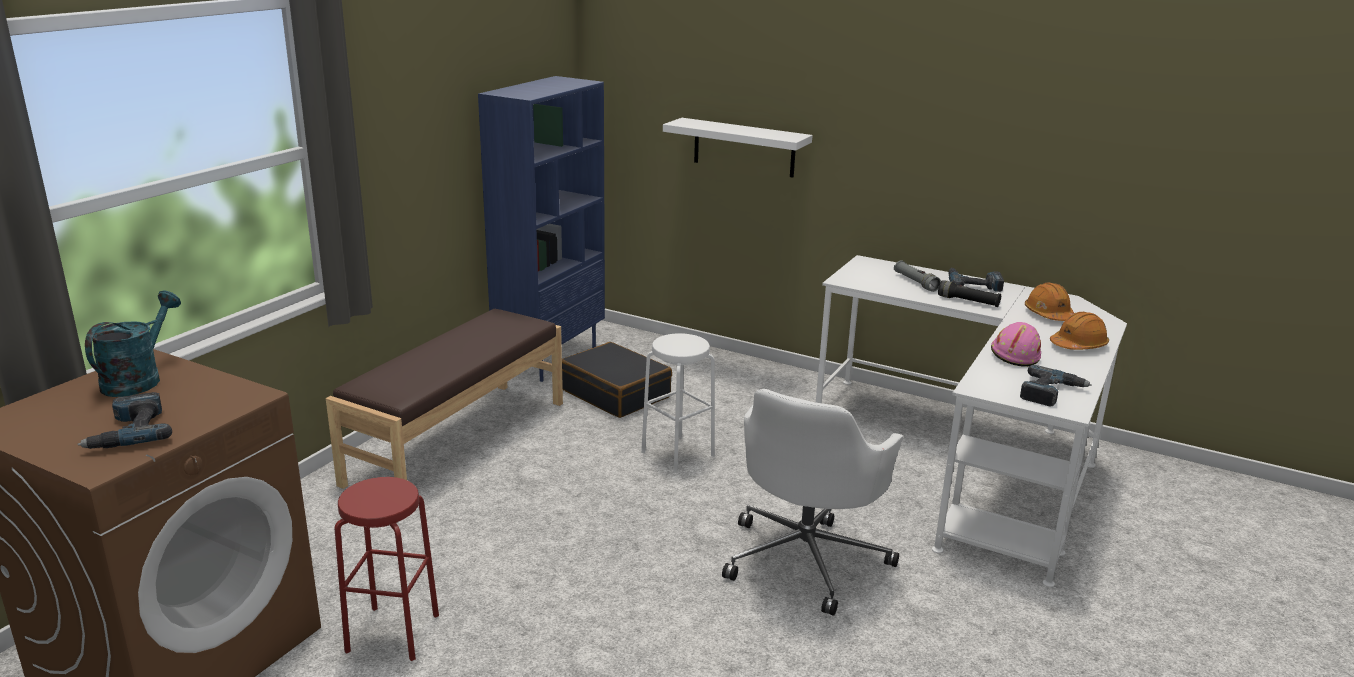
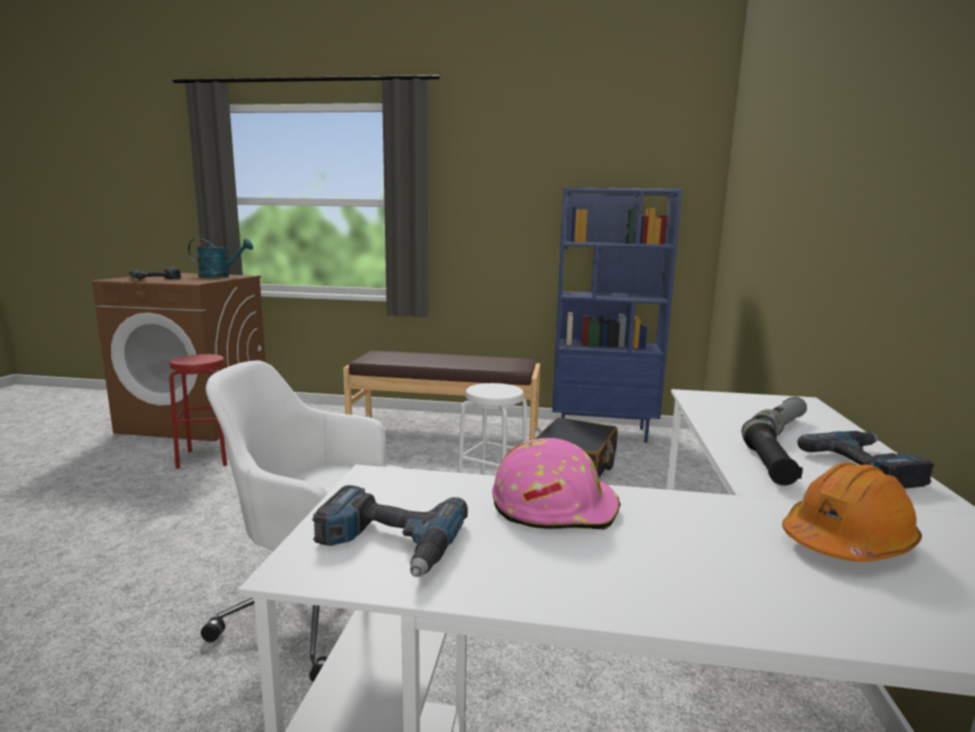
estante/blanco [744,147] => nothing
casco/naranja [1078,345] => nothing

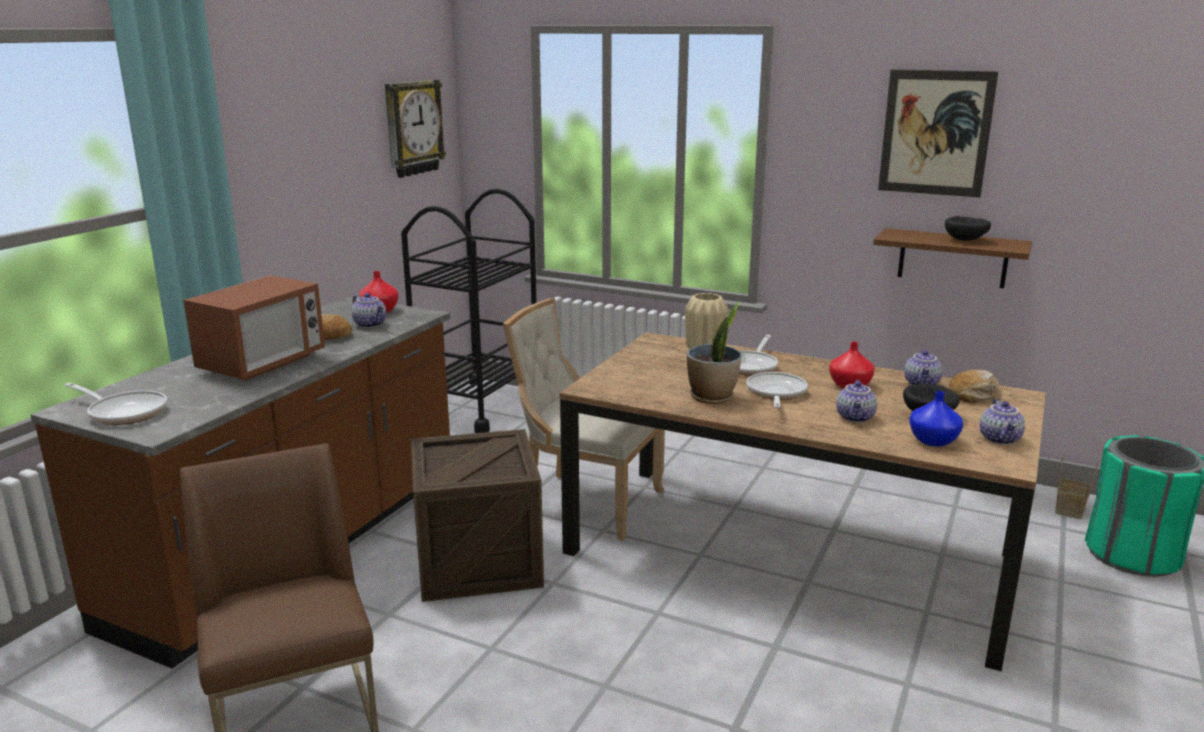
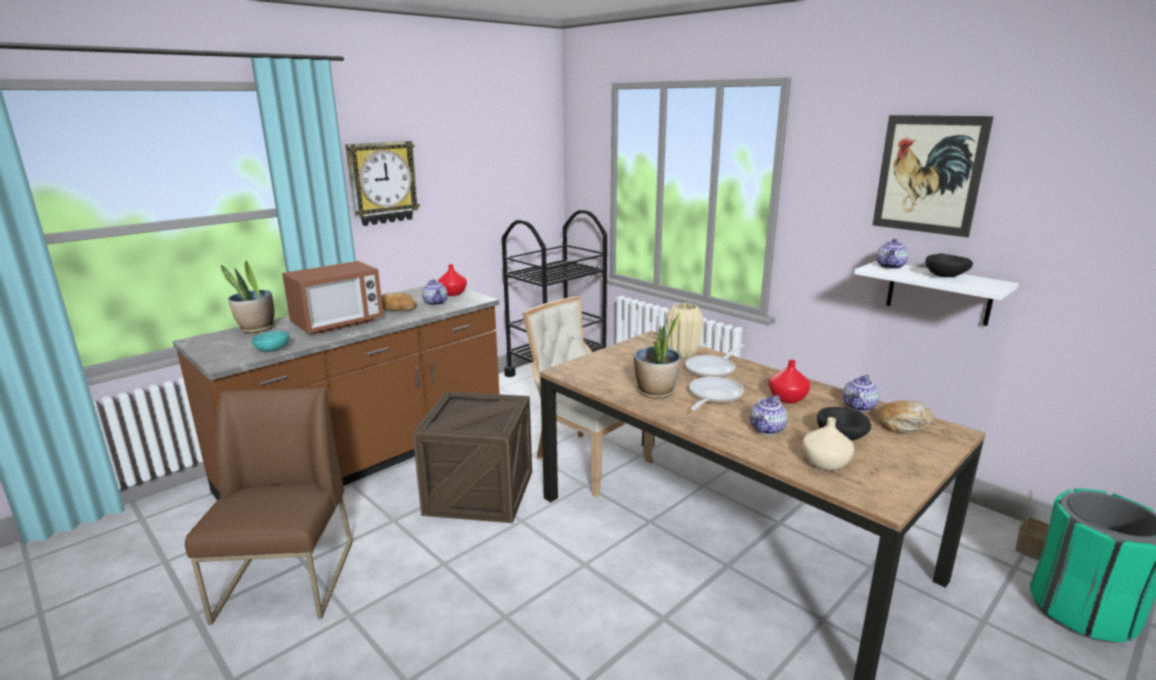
sartén [124,412] => nothing
nothing => planta en maceta [256,329]
nothing => cuenco/turquesa [271,349]
reloj de pared [412,128] => reloj de pared [382,183], shifted
tetera [1001,439] => tetera [891,267], shifted
estante/marrón [952,258] => estante/blanco [938,293]
florero/azul [934,441] => florero/beis [826,464]

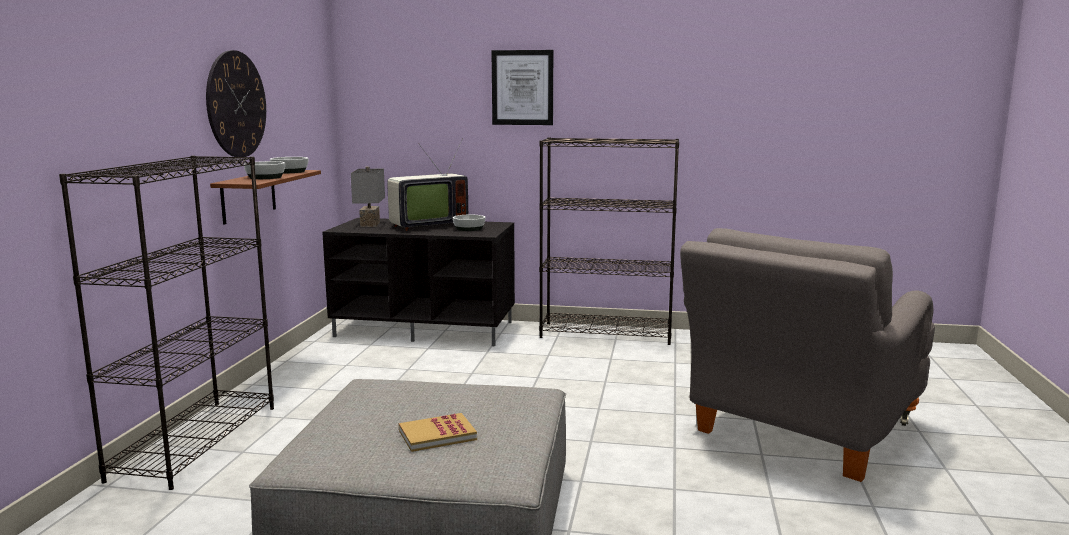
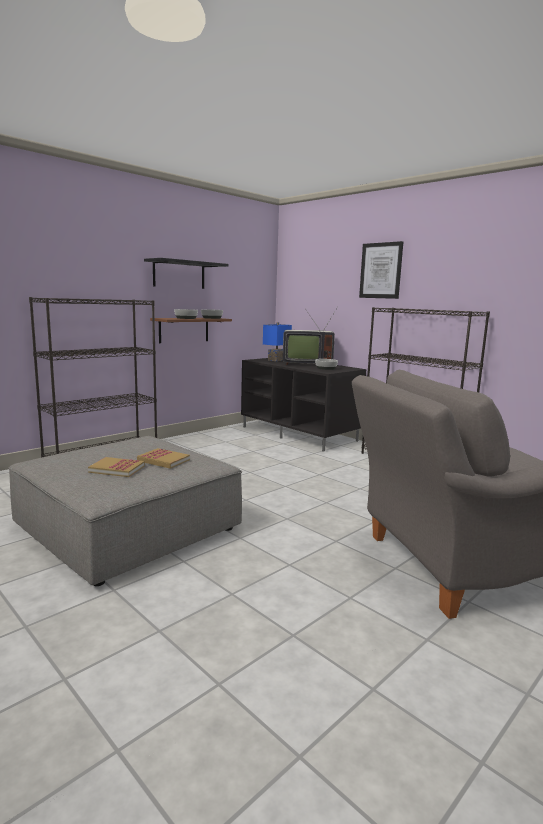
nothing => libro [163,460]
reloj de pared [236,104] => estante/negro [179,274]
lámpara de mesa/gris [368,224] => lámpara de mesa/azul [275,360]

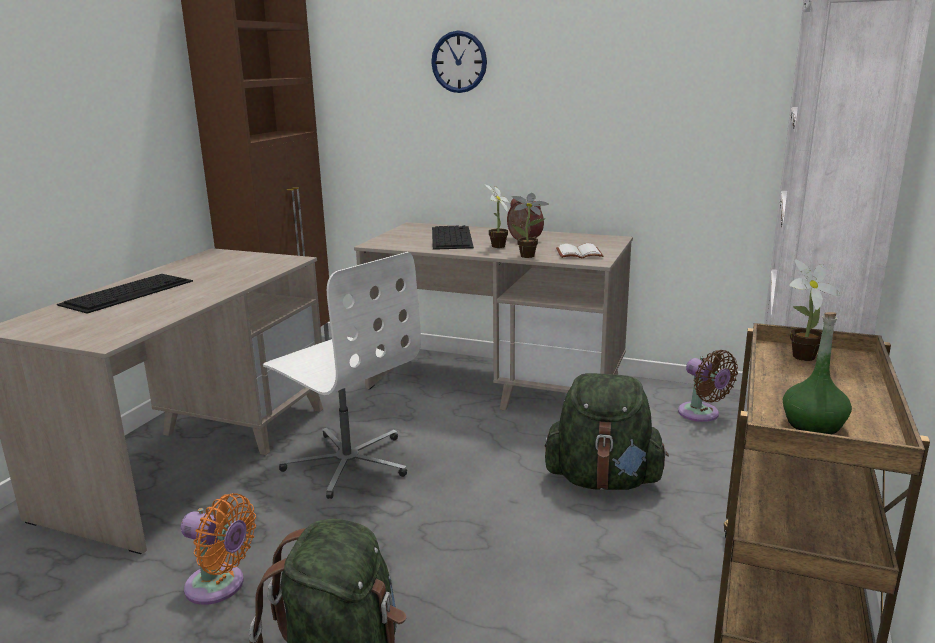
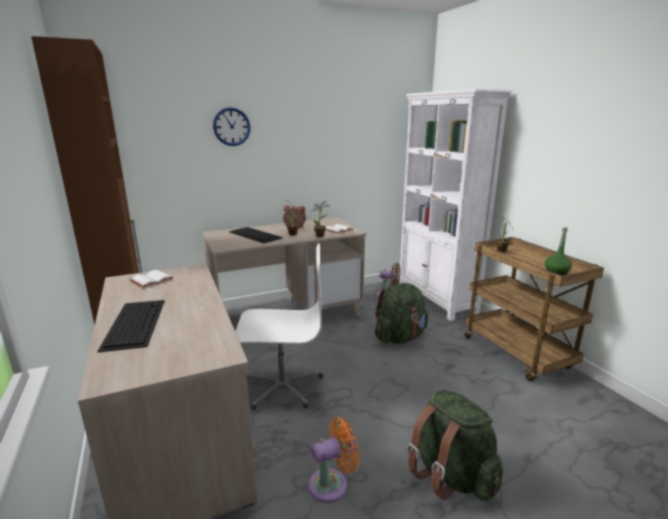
nothing => libro/blanco [151,279]

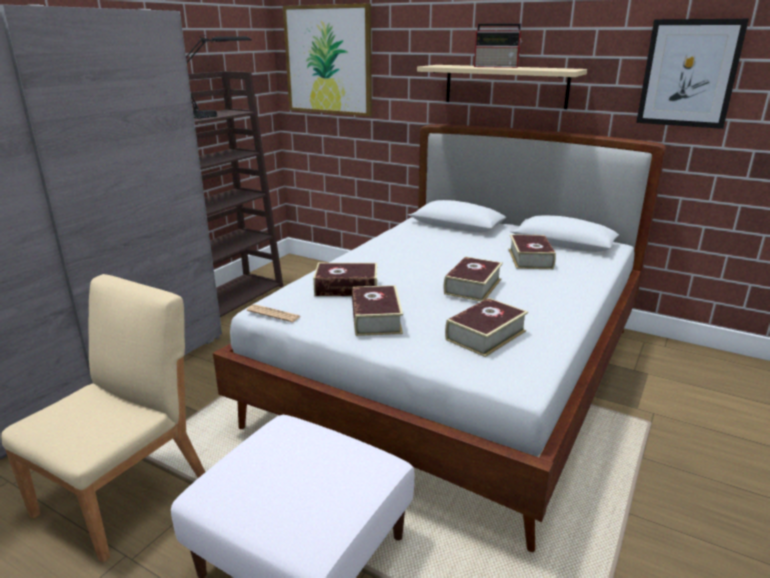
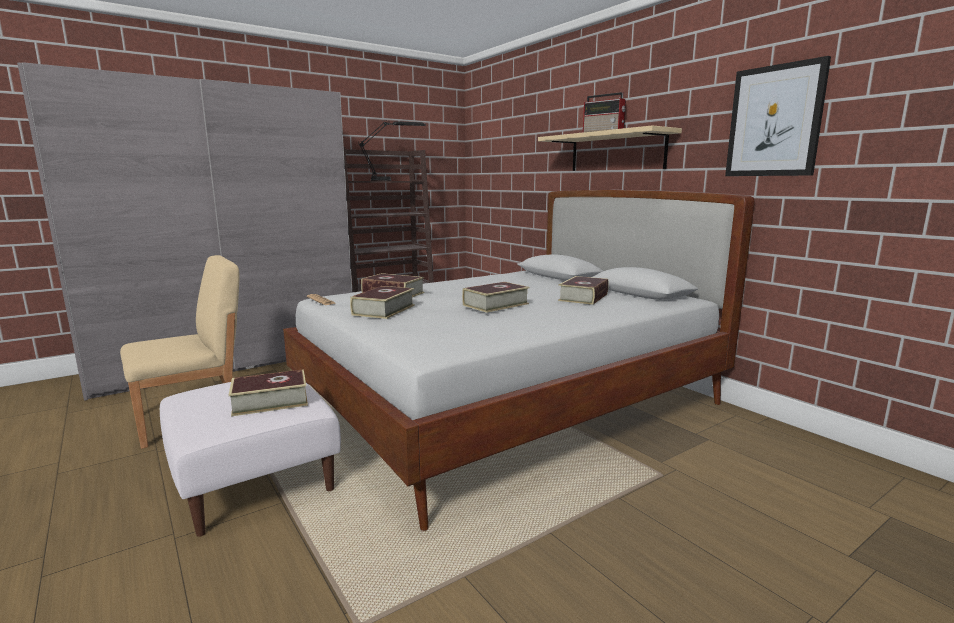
cuadro [328,60] => nothing
libro [485,335] => libro [270,401], shifted

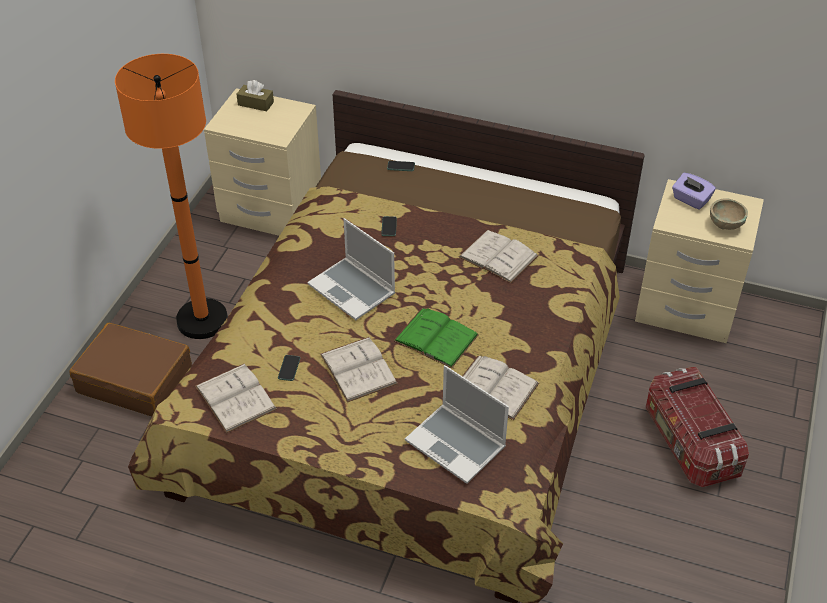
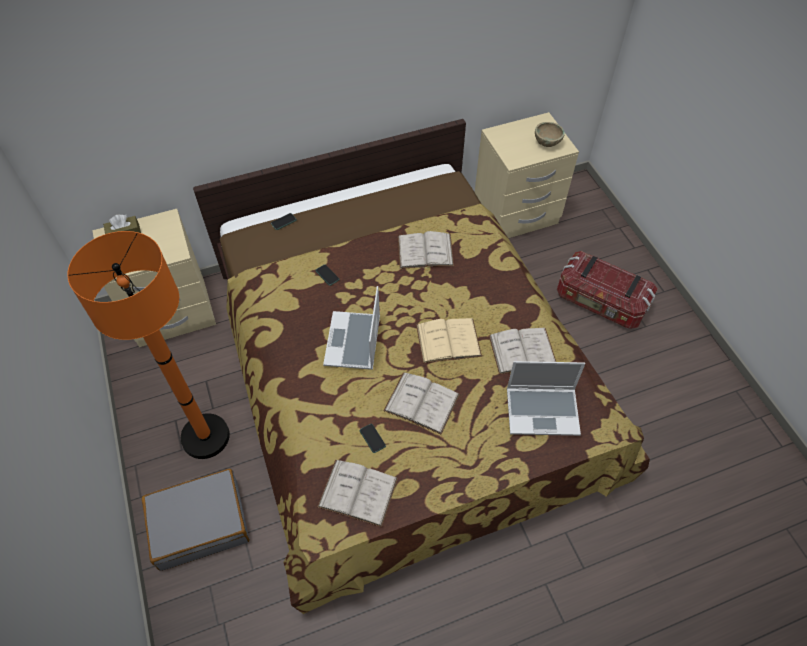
caja de pañuelos/morado [690,200] => nothing
maleta/marrón [135,380] => maleta/gris [200,523]
libro/verde [436,338] => libro/beis [448,340]
portátil [353,290] => portátil [353,342], 90 degrees clockwise

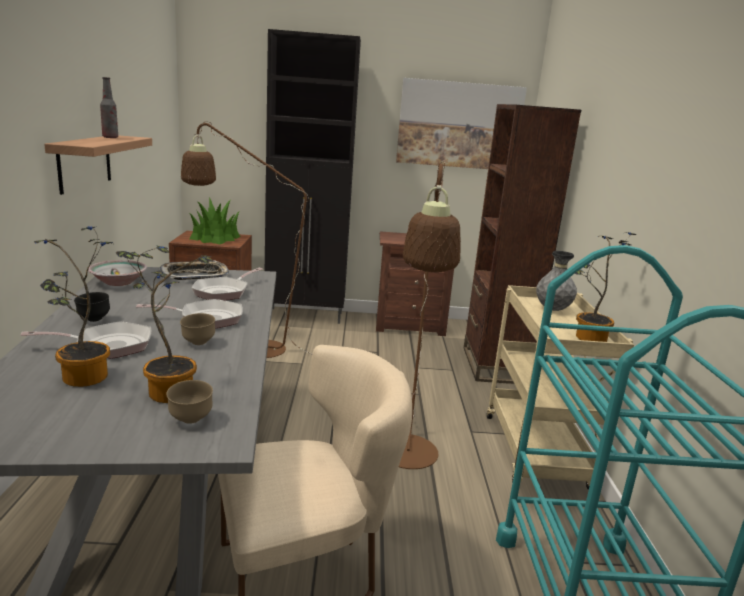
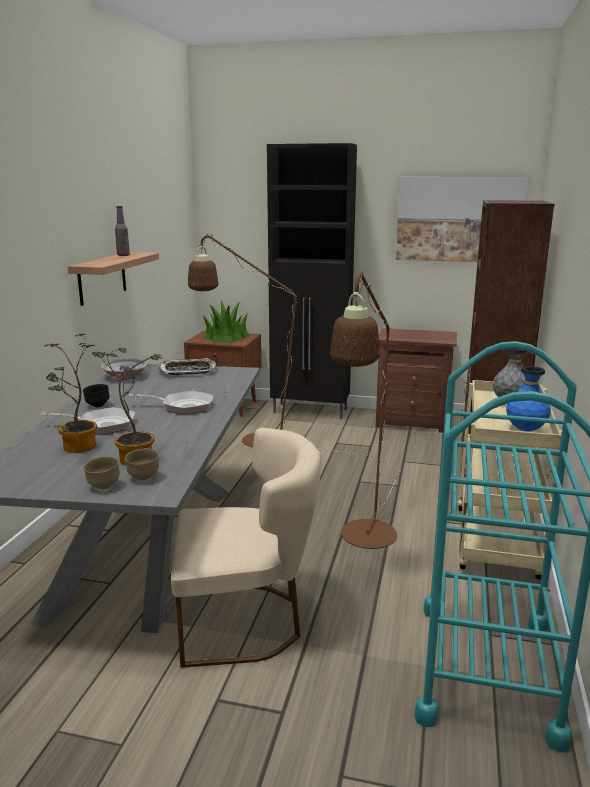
sartén [224,292] => nothing
cuenco/marrón [198,343] => cuenco/marrón [103,487], shifted
planta en maceta [586,338] => florero/azul [525,430]

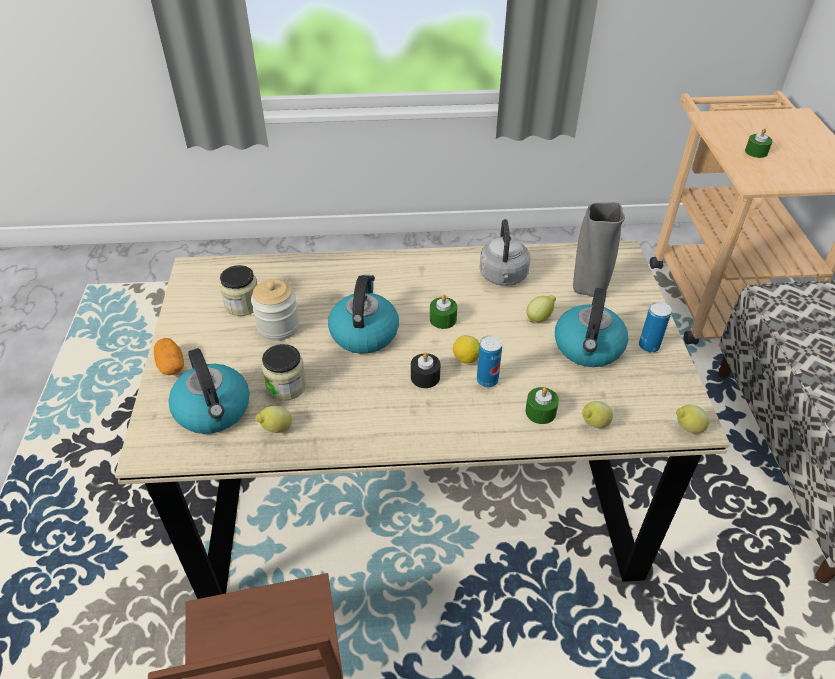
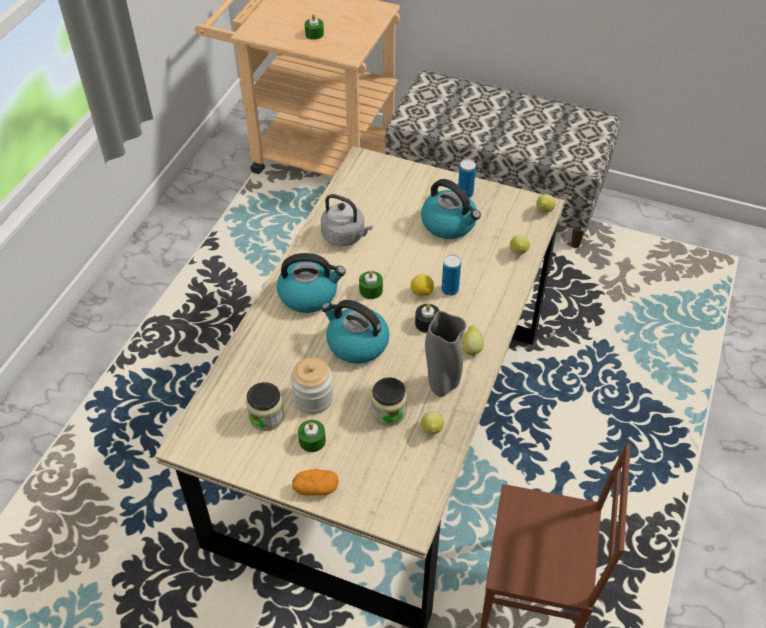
hervidor [214,411] => hervidor [309,294], shifted
vela/verde [540,412] => vela/verde [312,440], shifted
limón [539,318] => limón [471,348], shifted
florero/gris [588,290] => florero/gris [442,385], shifted

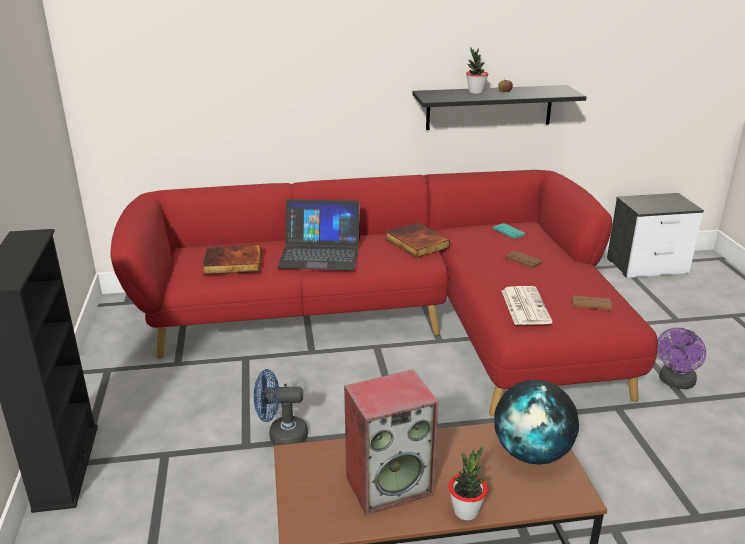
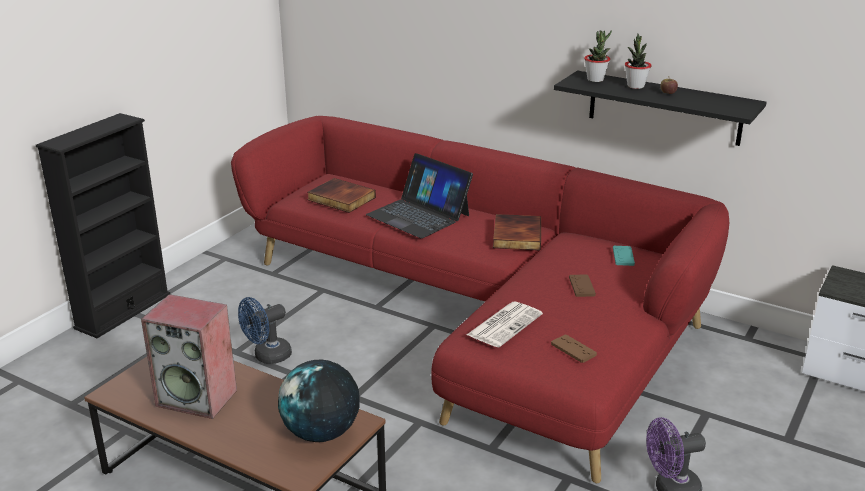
planta en maceta [466,511] => planta en maceta [595,79], shifted
ventilador/azul [281,435] => ventilador/azul [267,357], 75 degrees counterclockwise

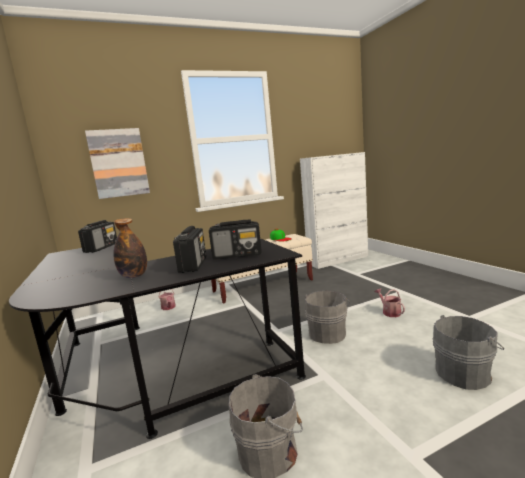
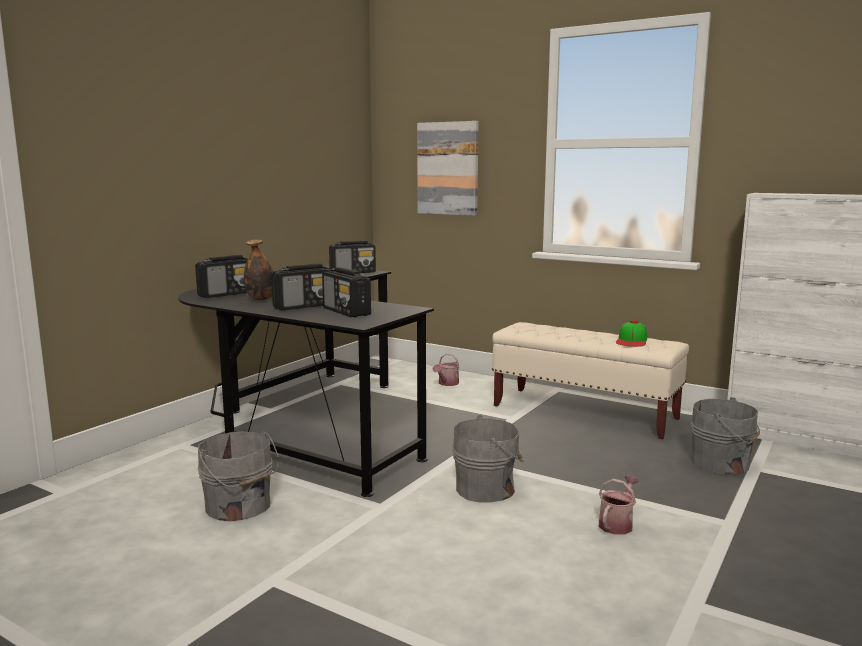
nothing => radio [227,294]
cubo/gris [465,373] => cubo/gris [722,464], shifted

